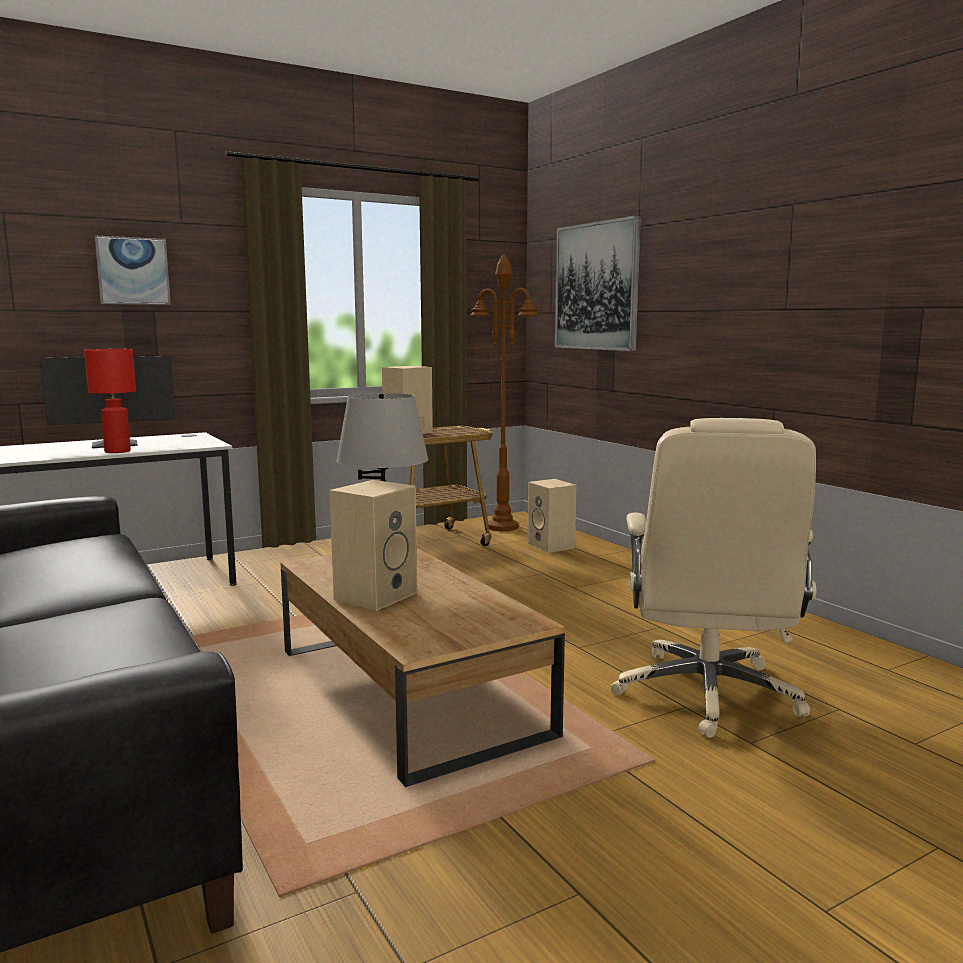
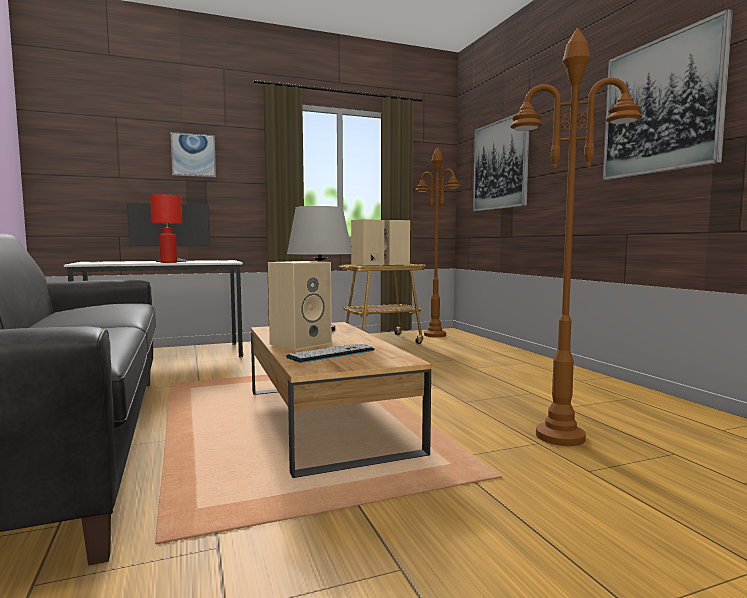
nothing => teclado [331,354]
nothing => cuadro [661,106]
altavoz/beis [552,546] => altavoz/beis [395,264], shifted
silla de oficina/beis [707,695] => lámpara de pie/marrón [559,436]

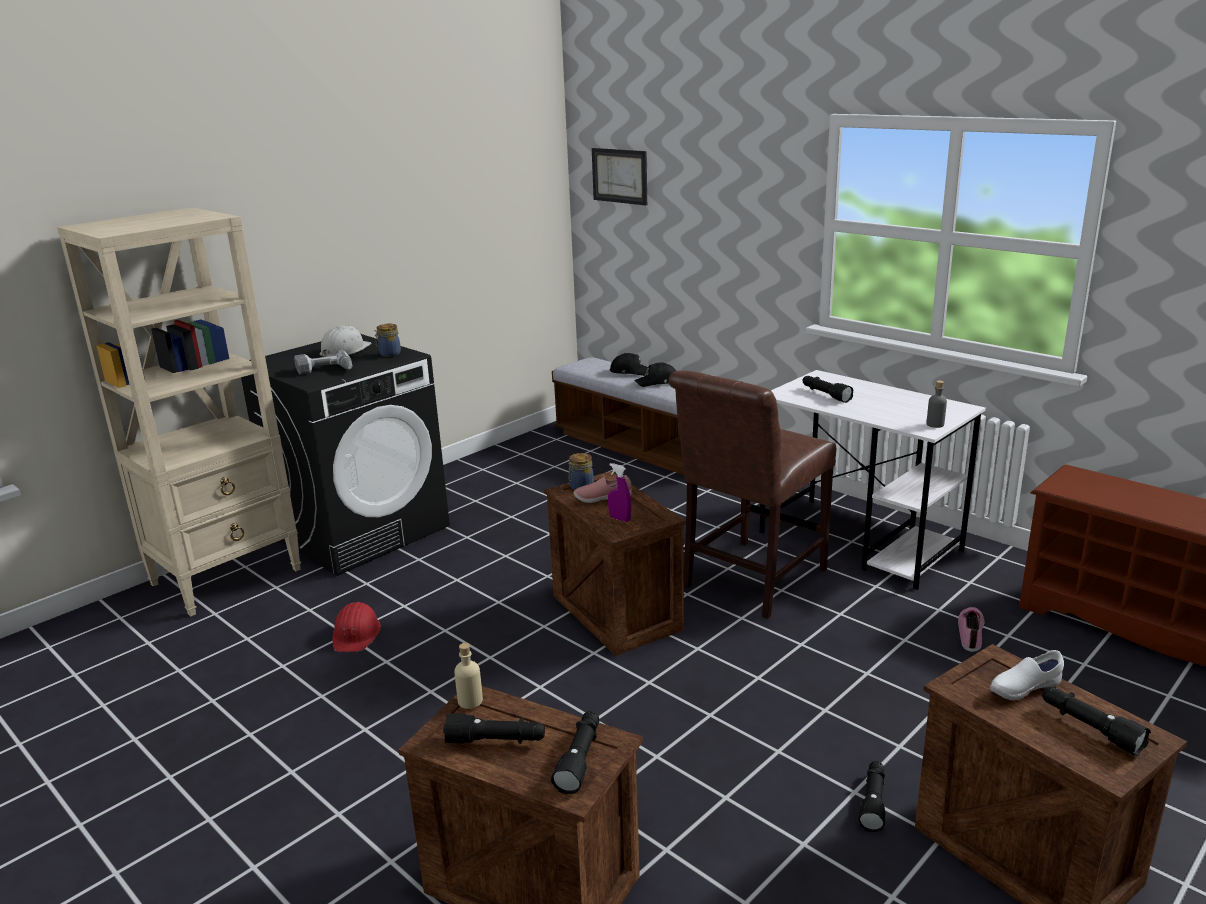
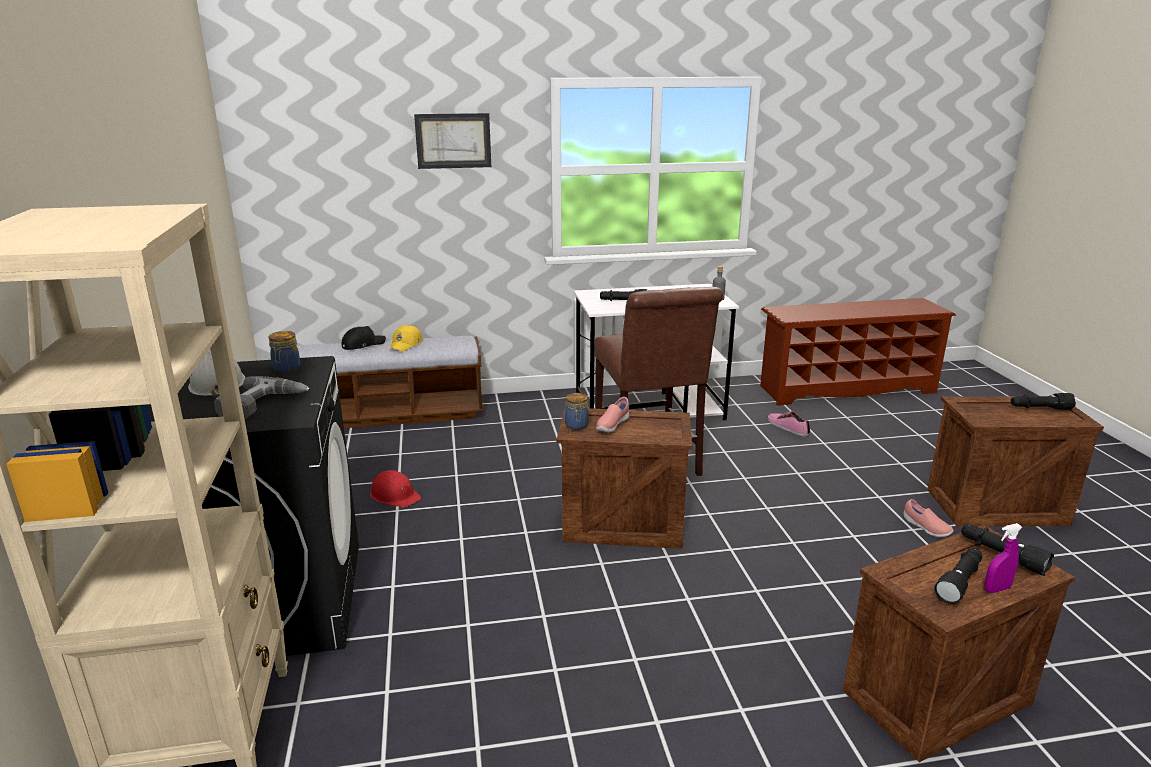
botella/beis [470,701] => nothing
zapato/blanco [1023,689] => nothing
casco/rojo [356,634] => casco/rojo [395,495], shifted
cuadro [620,176] => cuadro [453,141], shifted
pulverizador/morado [620,519] => pulverizador/morado [996,589], shifted
linterna/negro [873,802] => zapato/rosa [925,528]
gorra/negro [657,382] => gorra/amarillo [406,344]

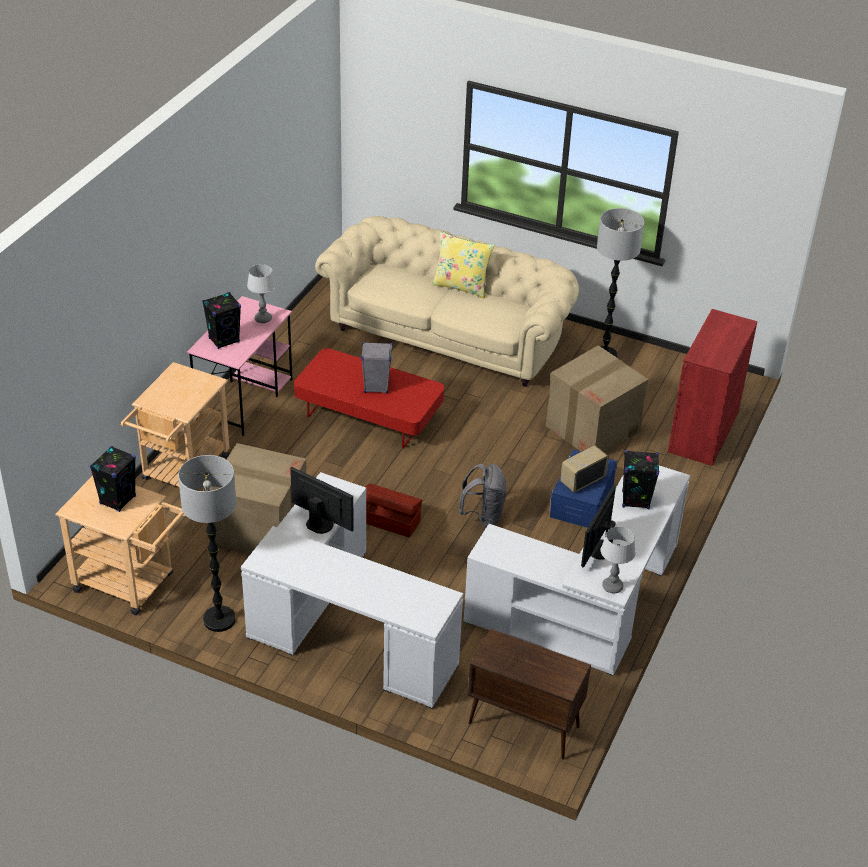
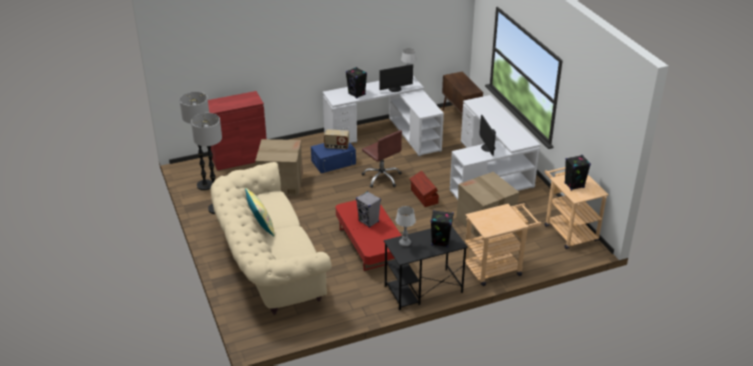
lámpara de pie [219,620] => lámpara de pie [205,185], shifted
mochila/gris [483,516] => silla de oficina/marrón [382,177]
escritorio/rosa [245,398] => escritorio/negro [423,289]

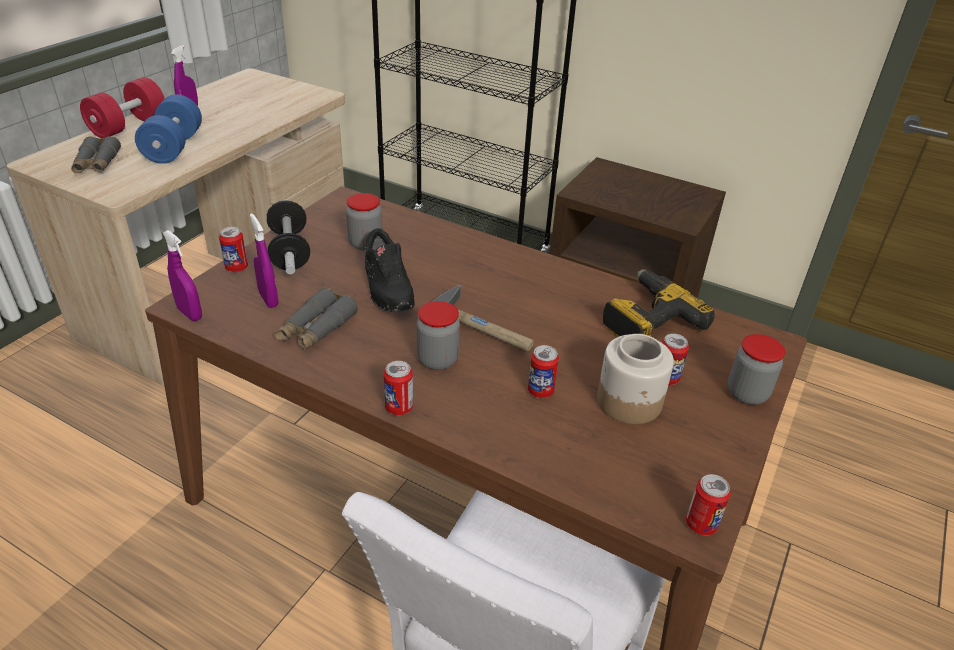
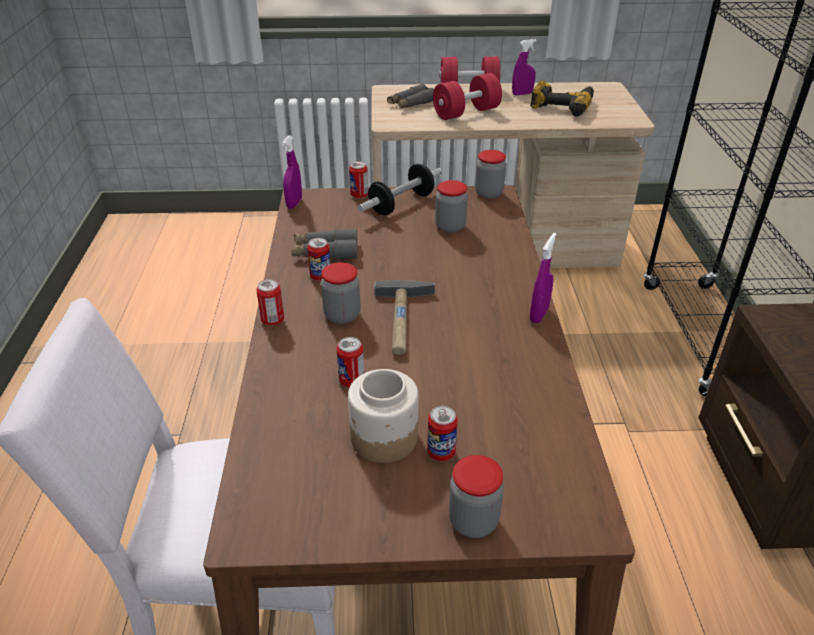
zapato/negro [386,288] => nothing
nothing => tarro [489,193]
pulverizador/morado [268,299] => pulverizador/morado [539,314], shifted
taladro [646,319] => taladro [562,106], shifted
lata [701,524] => lata [320,276], shifted
mancuerna/azul [174,147] => mancuerna/rojo [466,113]

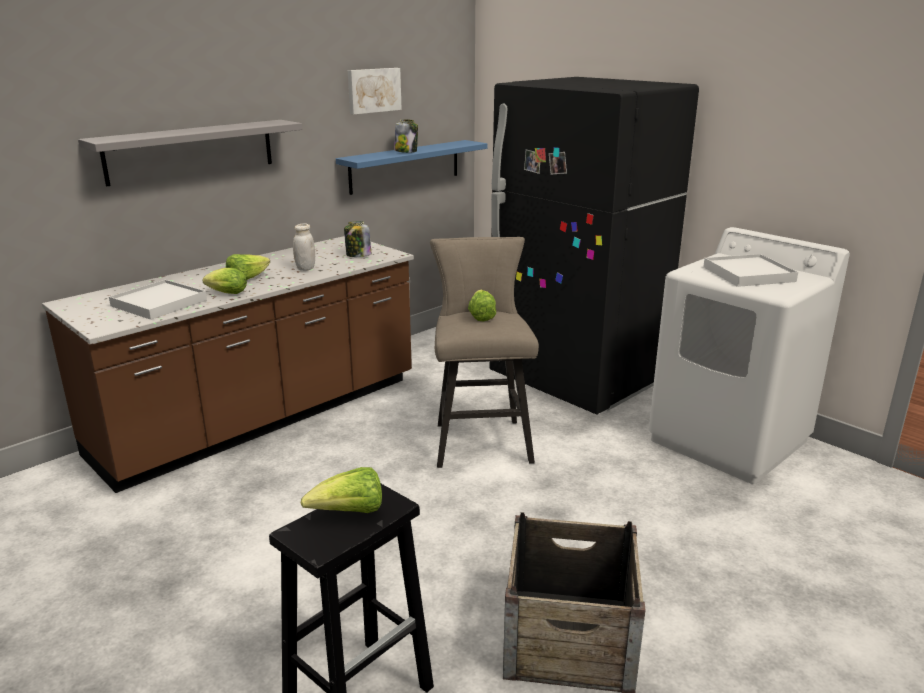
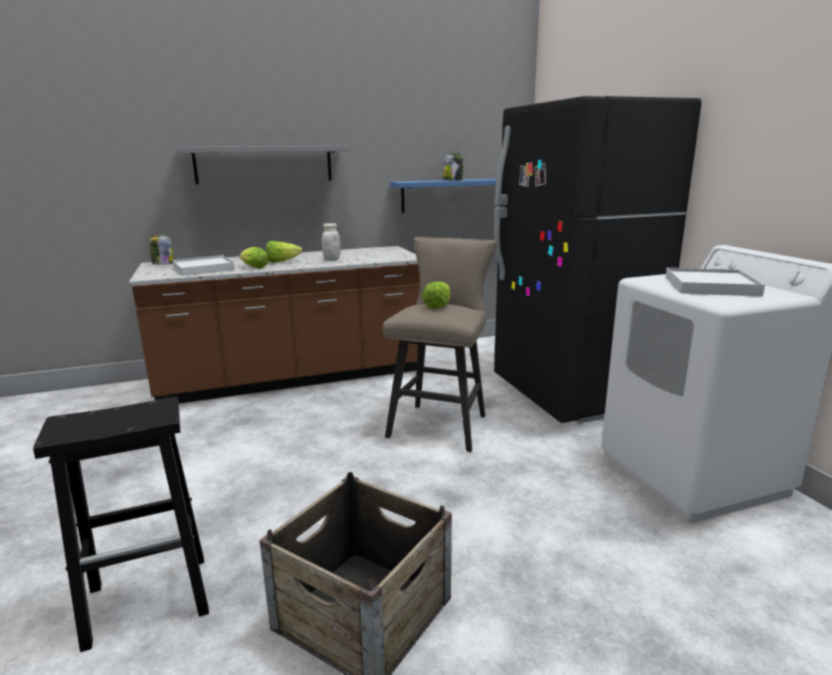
lechuga [349,513] => nothing
cuadro [373,90] => nothing
tarro [358,255] => tarro [163,264], shifted

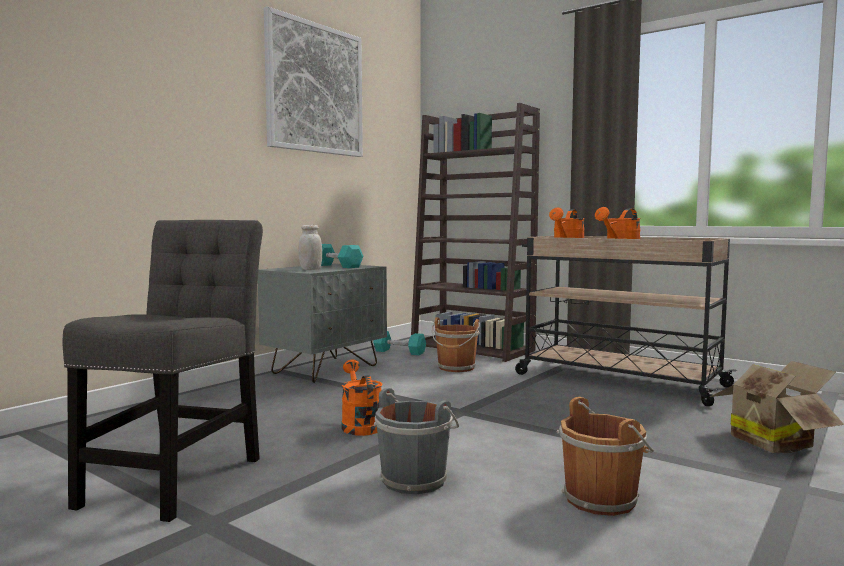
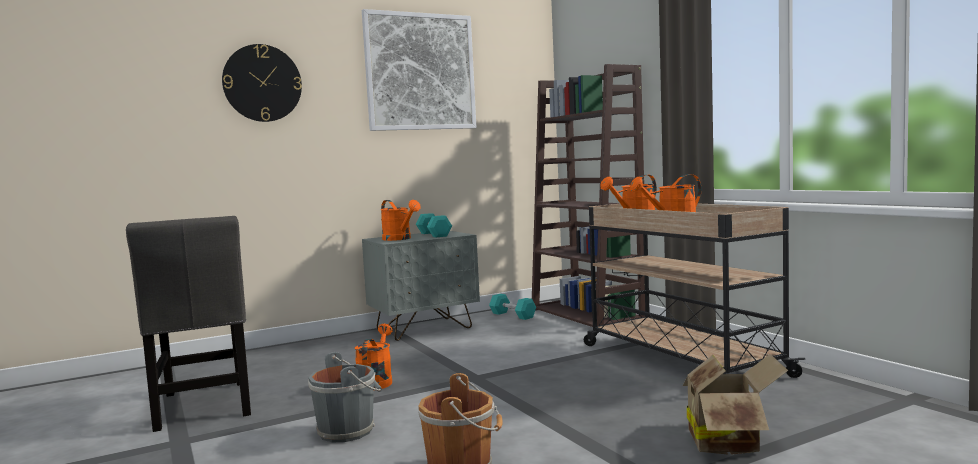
cubo/marrón [456,368] => nothing
nothing => reloj de pared [262,83]
tarro/blanco [310,269] => regadera/naranja [400,239]
silla/gris [177,477] => silla/gris [204,407], 120 degrees clockwise

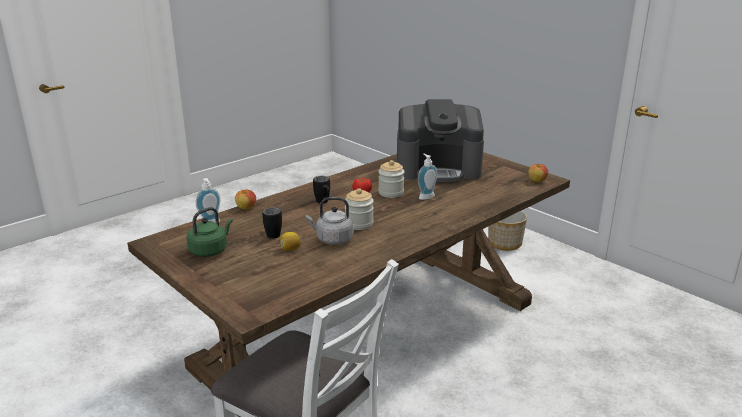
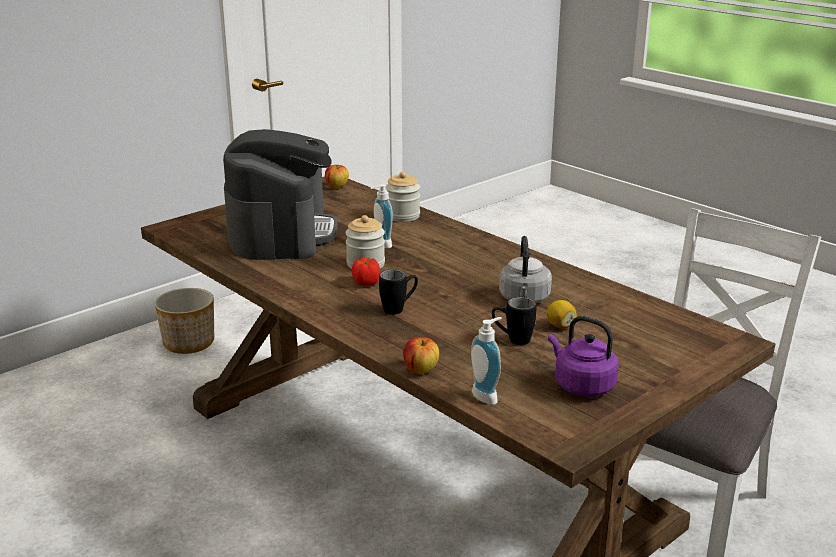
tarro [359,224] => tarro [403,216], shifted
hervidor/verde [210,250] => hervidor/morado [581,385]

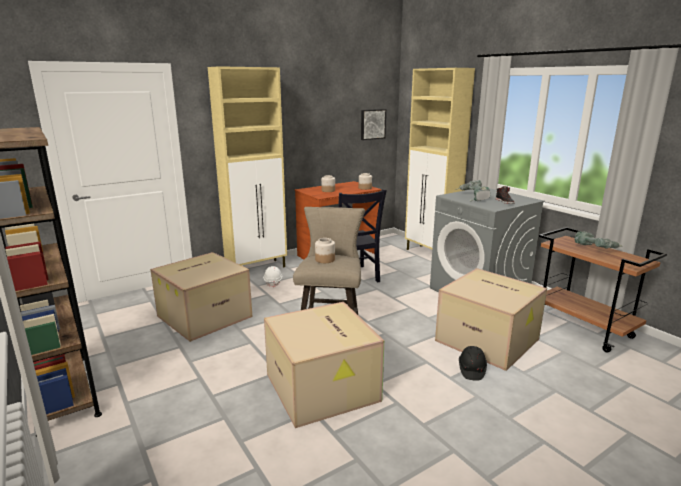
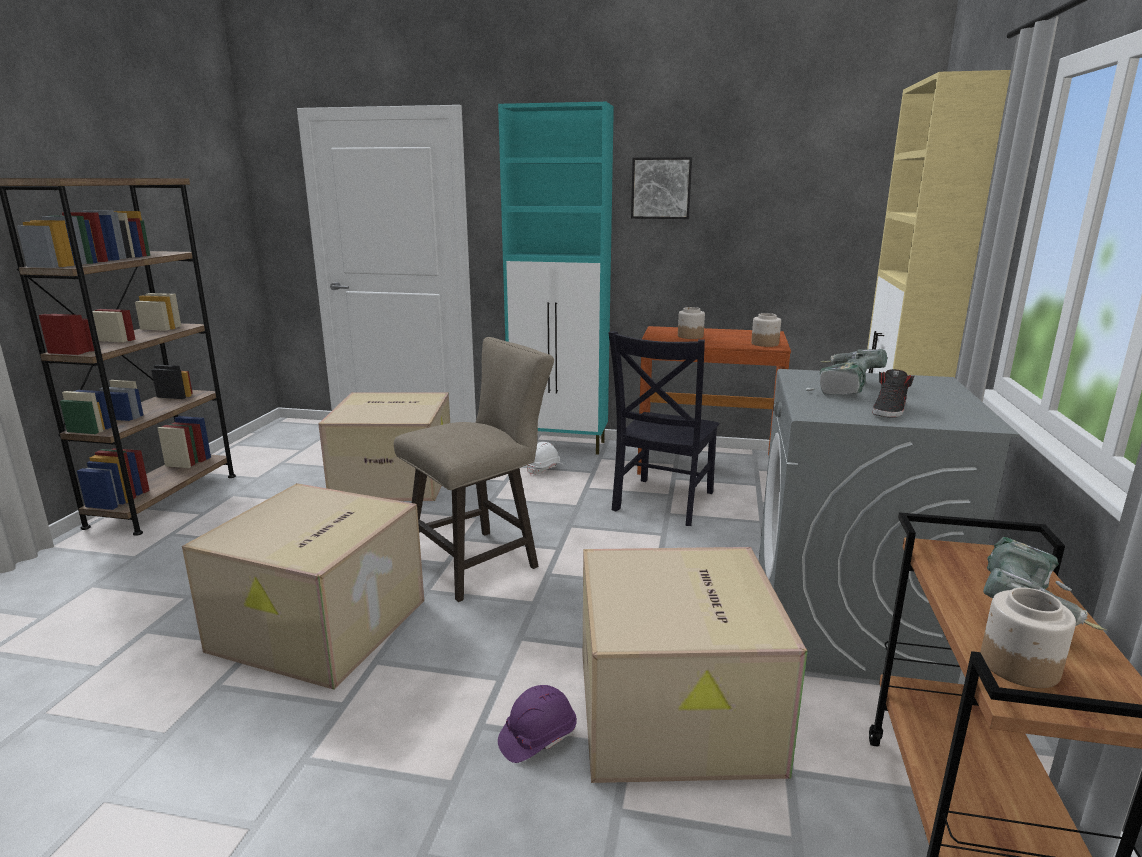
tarro [324,260] => tarro [1018,665], shifted
cuadro [372,124] => cuadro [661,188], shifted
armario/beis [257,269] => armario/turquesa [560,445]
casco/negro [471,370] => casco/morado [537,738]

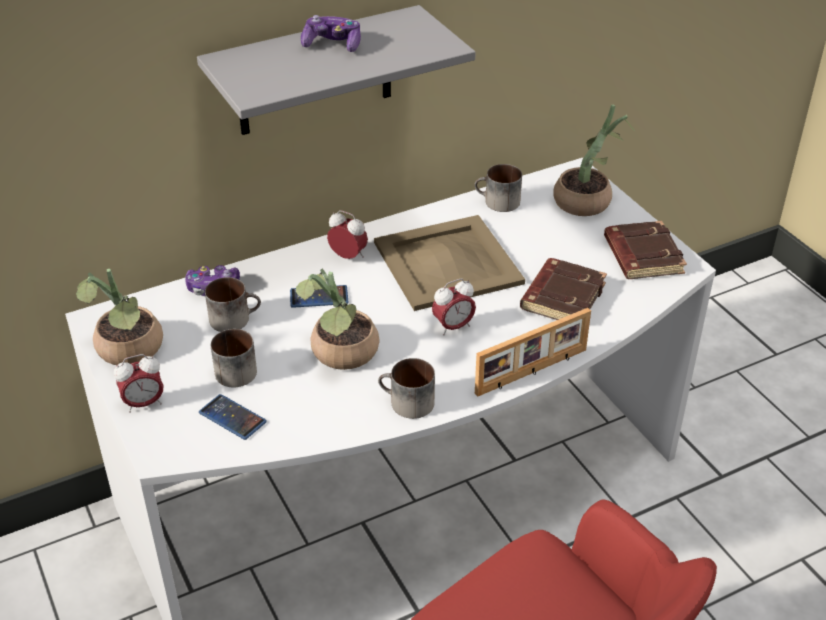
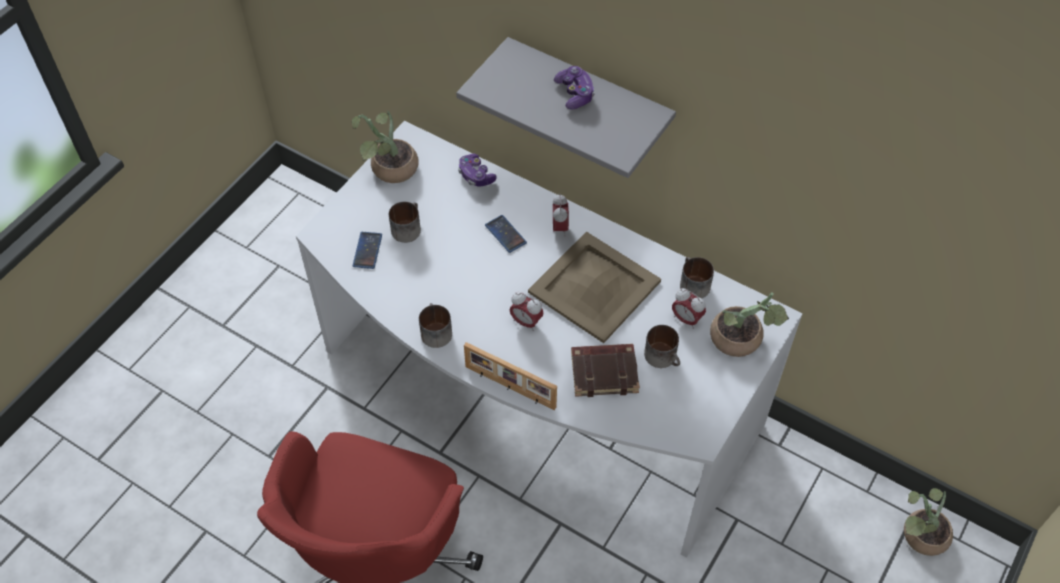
libro/marrón [641,255] => nothing
despertador [144,403] => despertador [686,319], shifted
taza grande [234,318] => taza grande [664,357], shifted
planta en maceta [341,356] => planta en maceta [919,536], shifted

